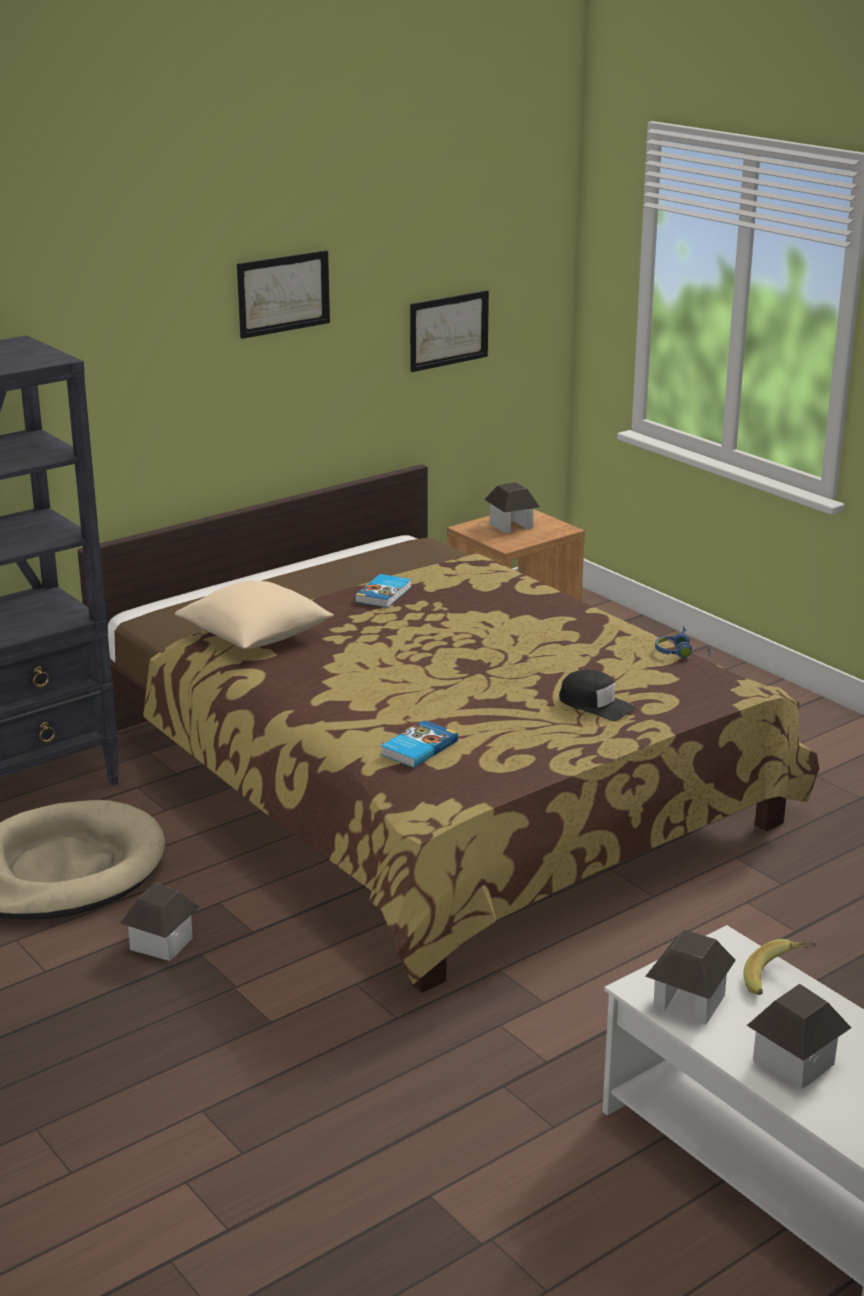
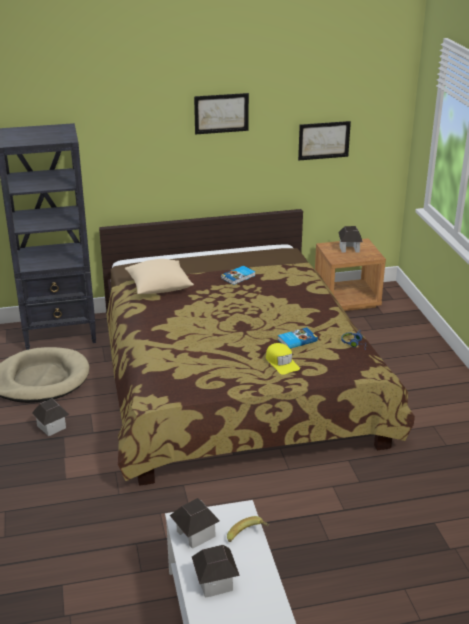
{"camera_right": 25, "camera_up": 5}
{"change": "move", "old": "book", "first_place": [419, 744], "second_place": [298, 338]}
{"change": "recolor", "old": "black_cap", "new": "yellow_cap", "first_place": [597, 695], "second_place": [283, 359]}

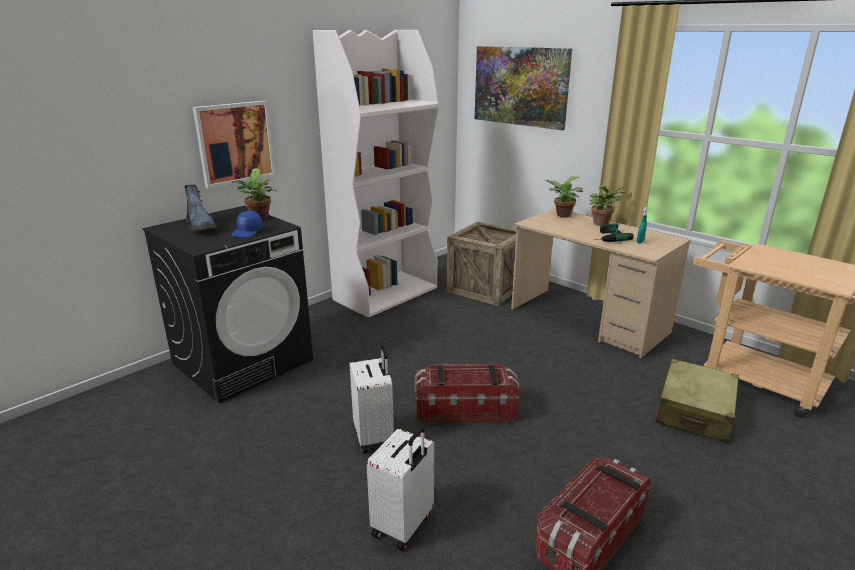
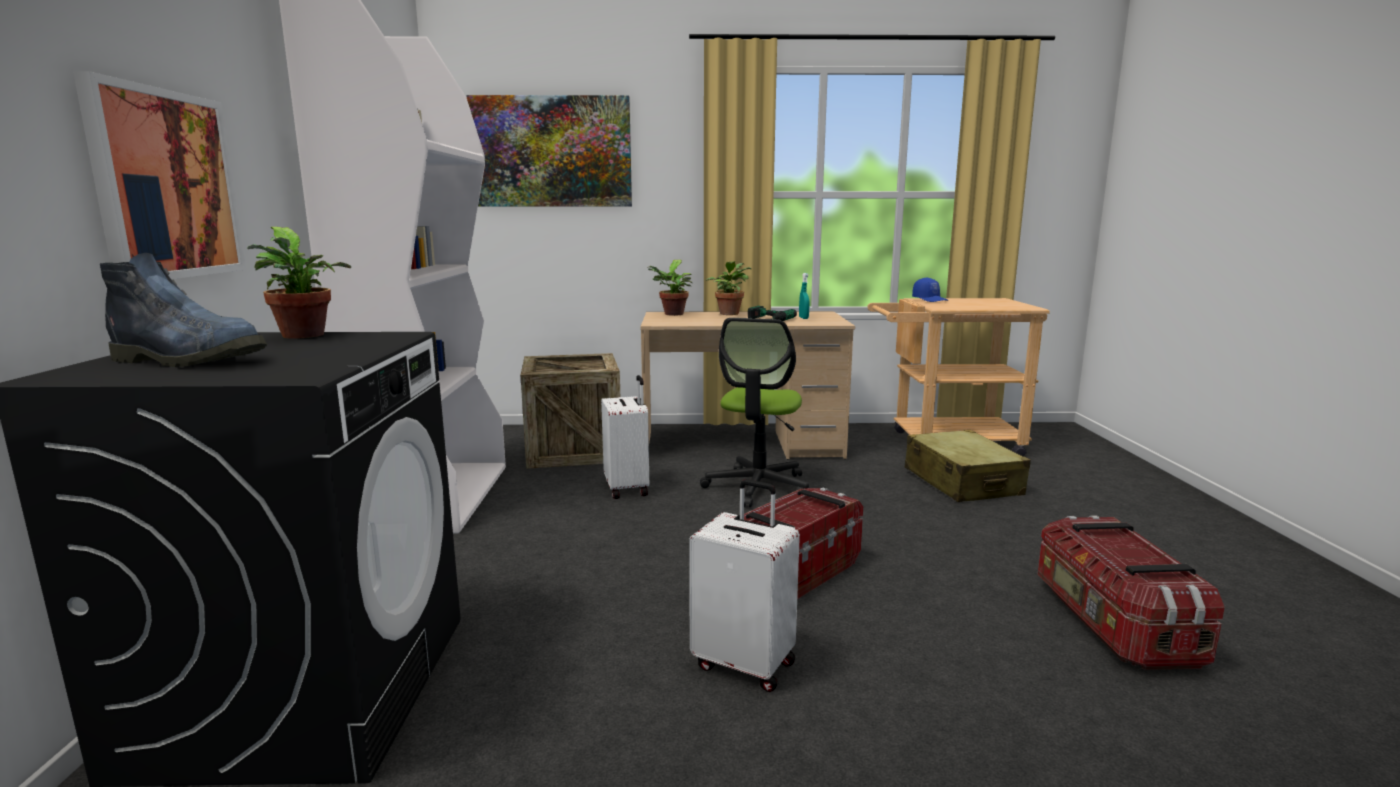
{"camera_right": -45, "camera_up": -10}
{"change": "move", "old": "blue_cap", "first_place": [247, 224], "second_place": [930, 289]}
{"change": "move", "old": "white_suitcase", "first_place": [400, 489], "second_place": [625, 437]}
{"change": "insert", "new": "office_chair", "second_place": [754, 413]}

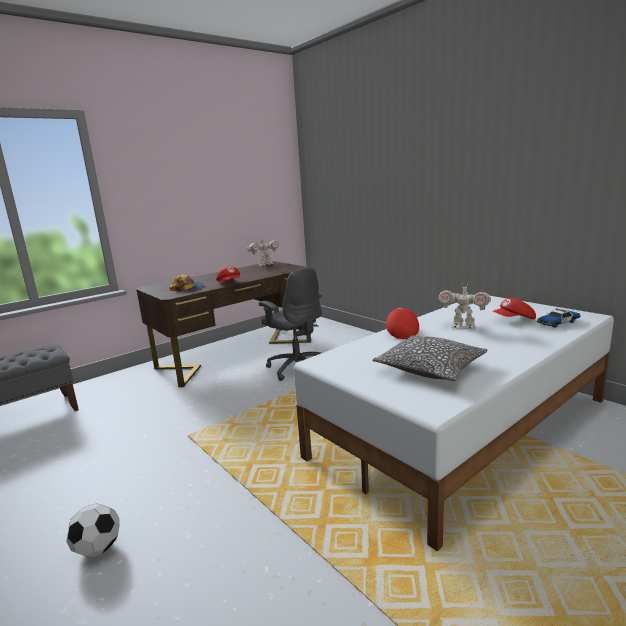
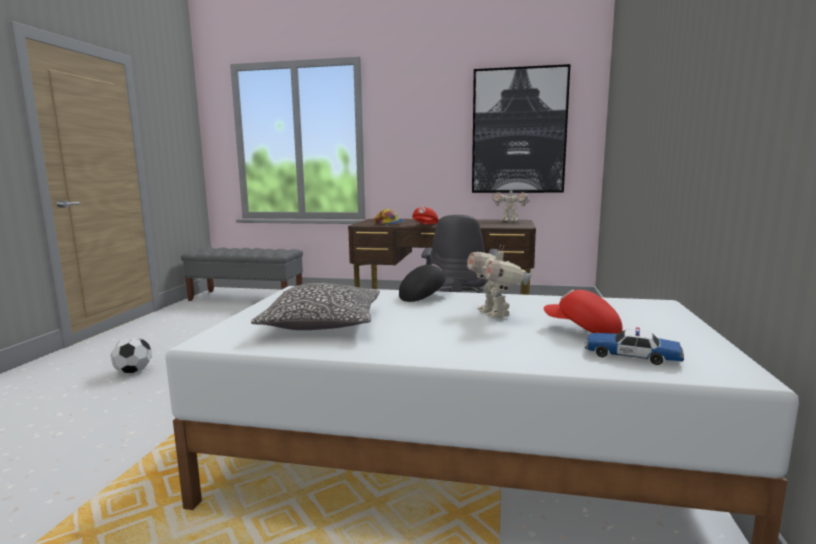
{"camera_right": 50, "camera_up": -5}
{"change": "recolor", "old": "red_cap", "new": "black_cap", "first_place": [402, 323], "second_place": [426, 283]}
{"change": "insert", "new": "picture", "second_place": [521, 128]}

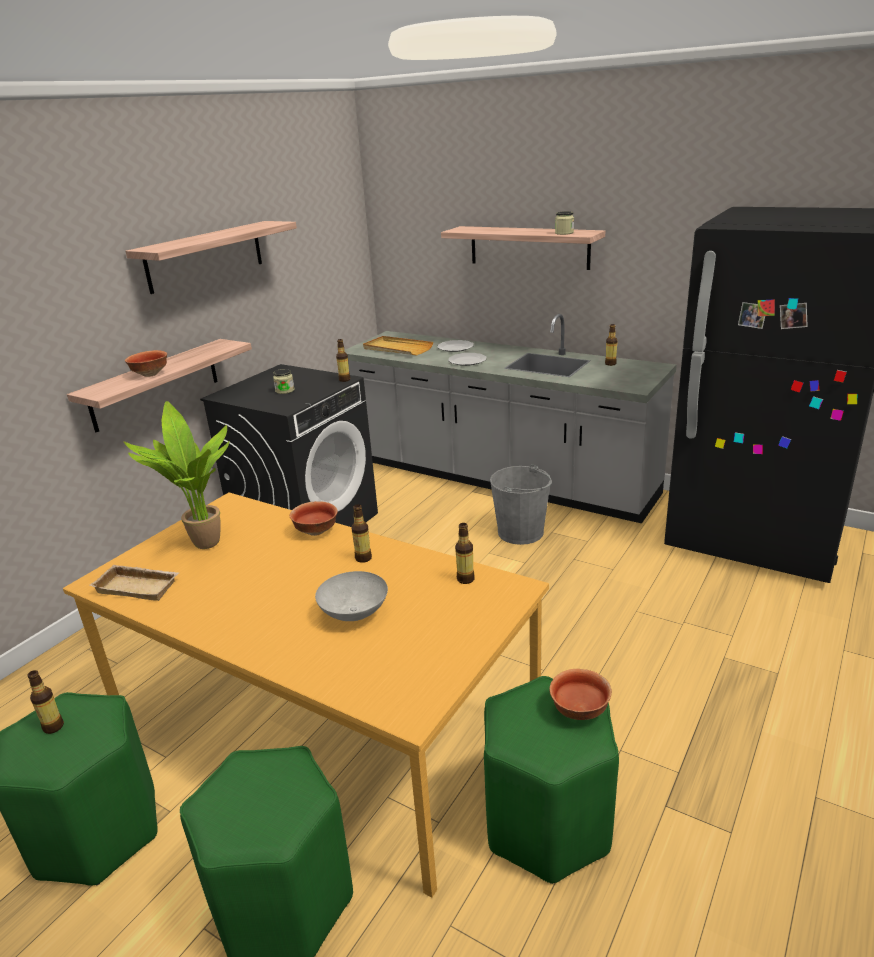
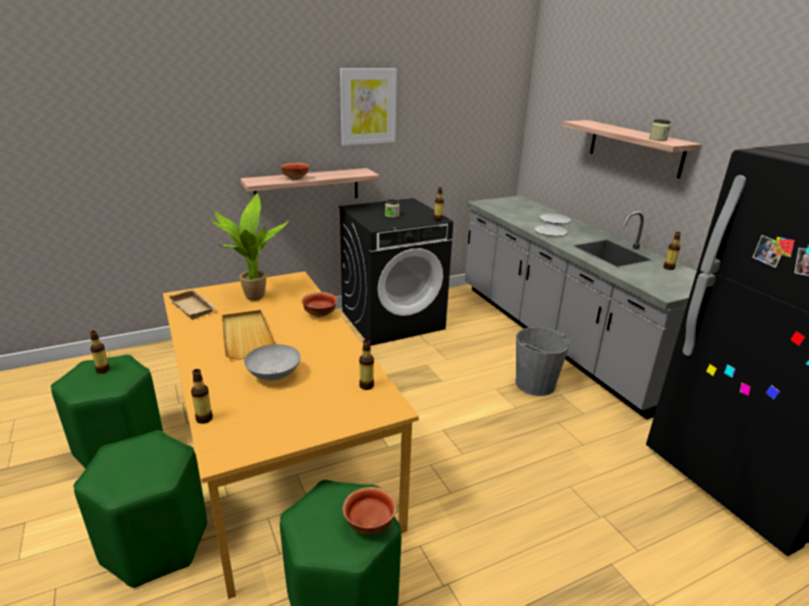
{"camera_right": 30, "camera_up": 0}
{"change": "replace", "old": "shelf", "new": "picture", "first_place": [211, 257], "second_place": [368, 106]}
{"change": "move", "old": "bottle", "first_place": [361, 533], "second_place": [202, 396]}
{"change": "move", "old": "beige_tray", "first_place": [398, 345], "second_place": [248, 335]}

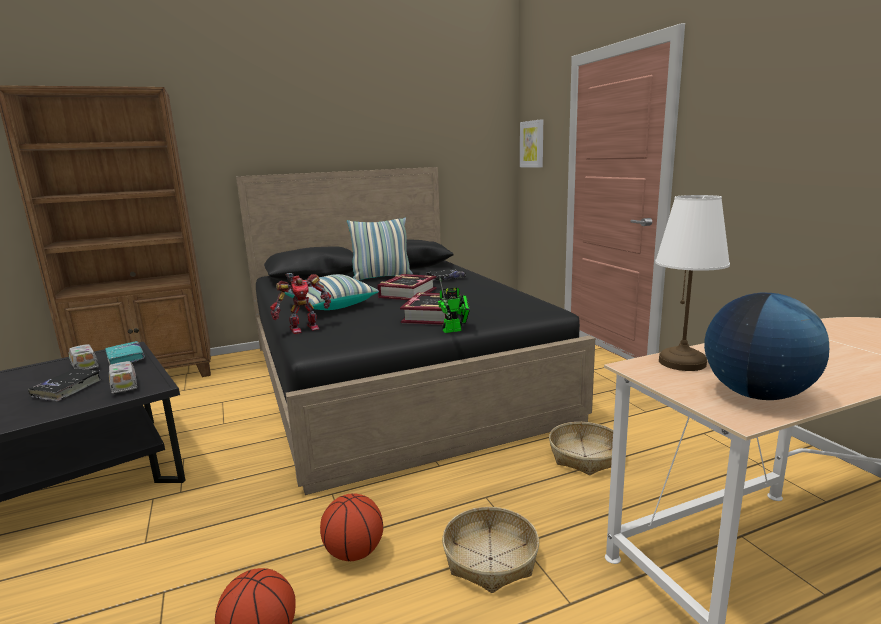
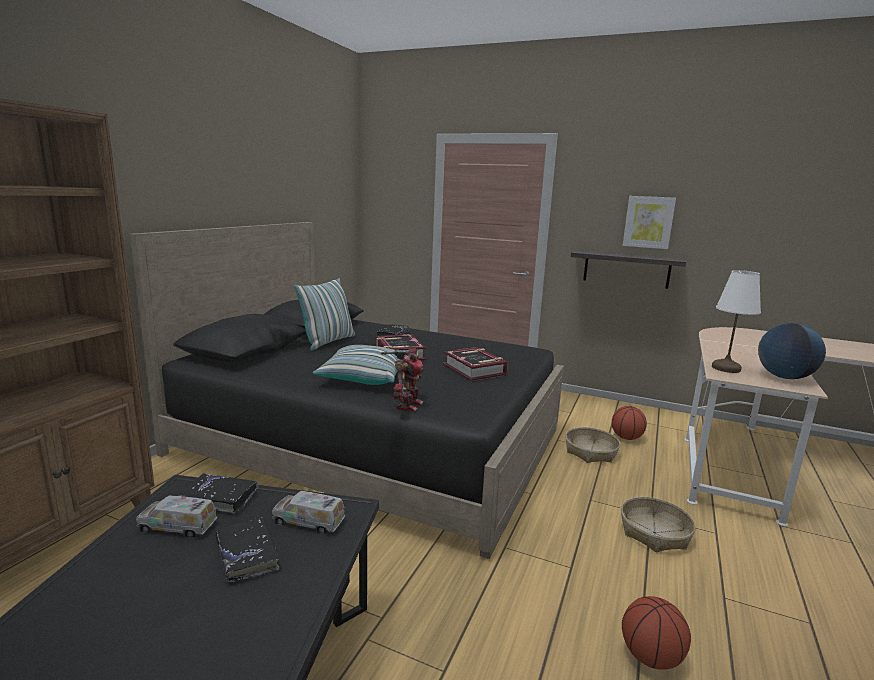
{"camera_right": -45, "camera_up": 0}
{"change": "recolor", "old": "turquoise_book", "new": "black_book", "first_place": [125, 353], "second_place": [218, 493]}
{"change": "move", "old": "basketball", "first_place": [351, 527], "second_place": [629, 423]}
{"change": "delete", "old": "toy_robot", "first_place": [454, 305]}
{"change": "move", "old": "picture", "first_place": [531, 143], "second_place": [649, 222]}
{"change": "insert", "new": "shelf", "second_place": [628, 269]}

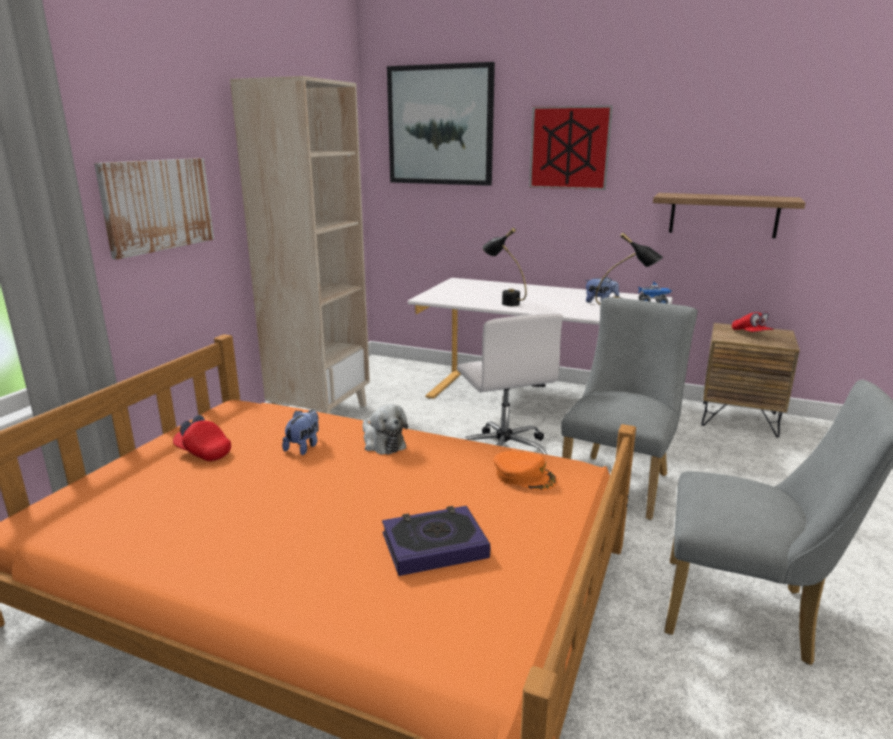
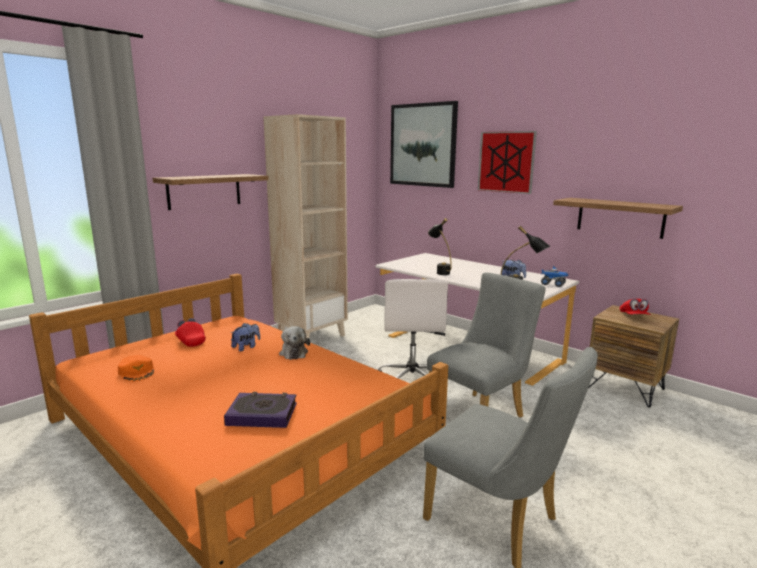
{"camera_right": 20, "camera_up": -5}
{"change": "replace", "old": "picture", "new": "shelf", "first_place": [154, 209], "second_place": [211, 192]}
{"change": "move", "old": "orange_cap", "first_place": [525, 471], "second_place": [135, 368]}

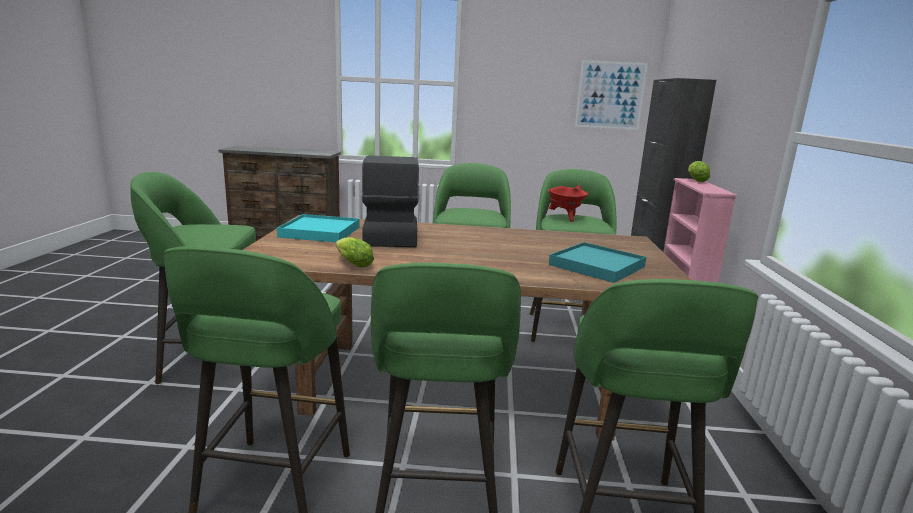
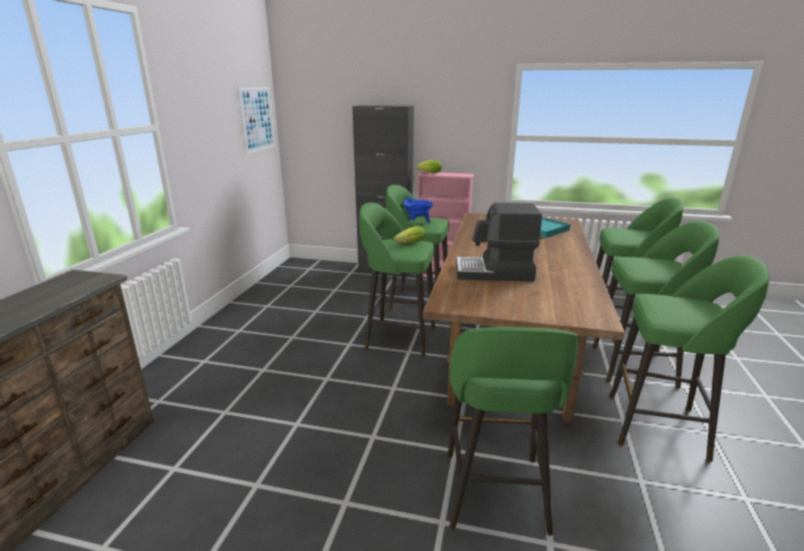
{"camera_right": -80, "camera_up": 5}
{"change": "delete", "old": "turquoise_tray", "first_place": [318, 228]}
{"change": "move", "old": "lettuce", "first_place": [354, 252], "second_place": [409, 234]}
{"change": "recolor", "old": "red_cooking_pot", "new": "blue_cooking_pot", "first_place": [568, 203], "second_place": [418, 209]}

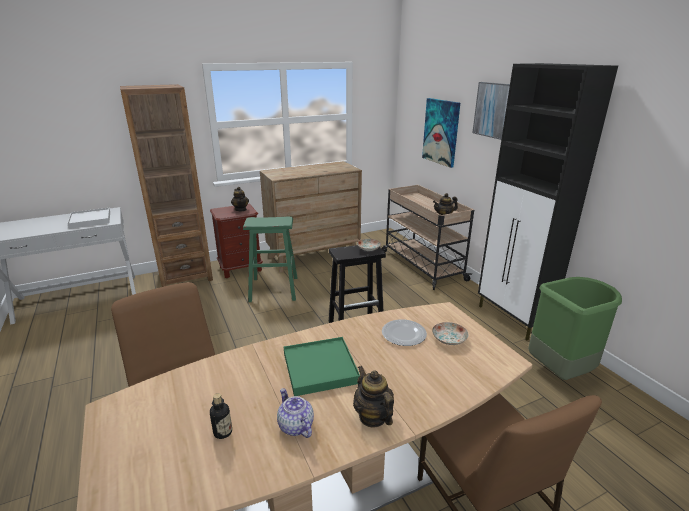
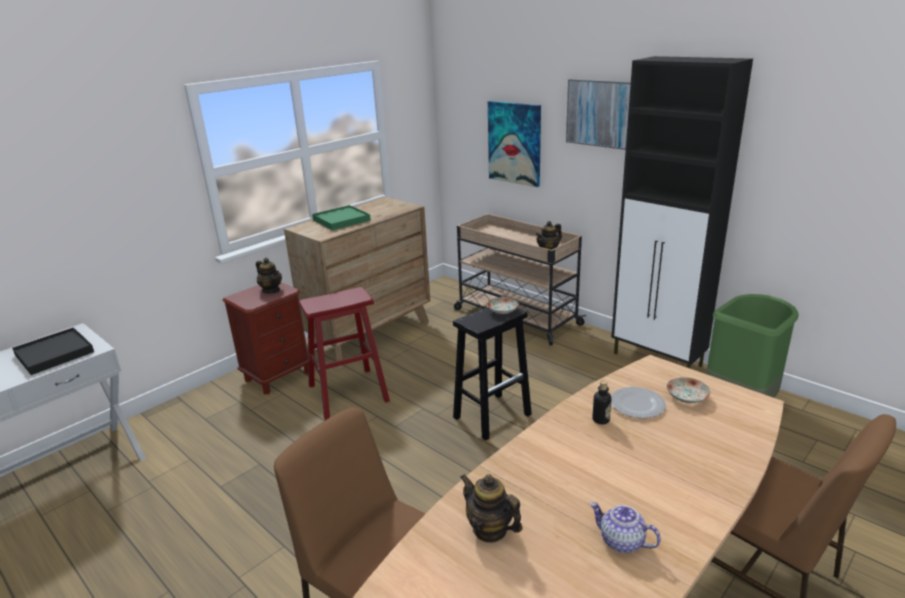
{"camera_right": -20, "camera_up": 0}
{"change": "recolor", "old": "white_tray", "new": "black_tray", "first_place": [88, 218], "second_place": [53, 351]}
{"change": "delete", "old": "brown_bookcase", "first_place": [166, 185]}
{"change": "move", "old": "bottle", "first_place": [221, 416], "second_place": [602, 402]}
{"change": "recolor", "old": "green_stool", "new": "red_stool", "first_place": [270, 259], "second_place": [344, 353]}
{"change": "move", "old": "green_tray", "first_place": [322, 366], "second_place": [341, 217]}
{"change": "move", "old": "teapot", "first_place": [373, 397], "second_place": [491, 508]}

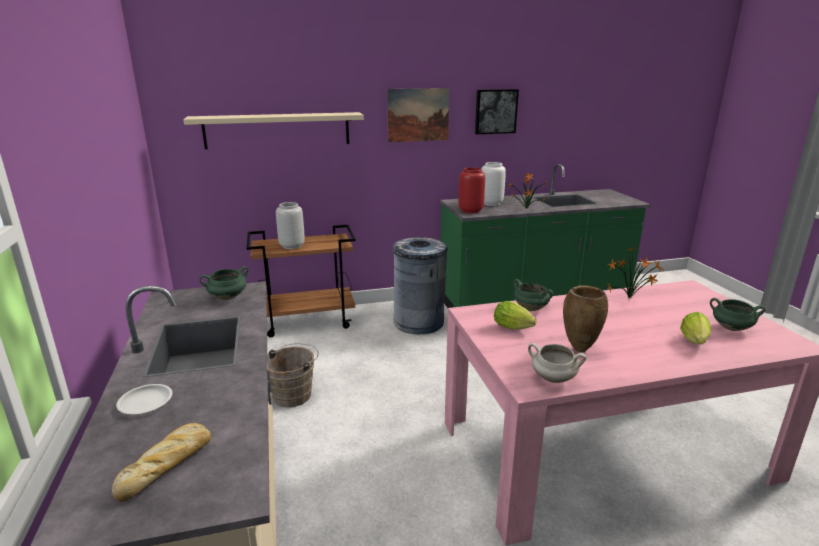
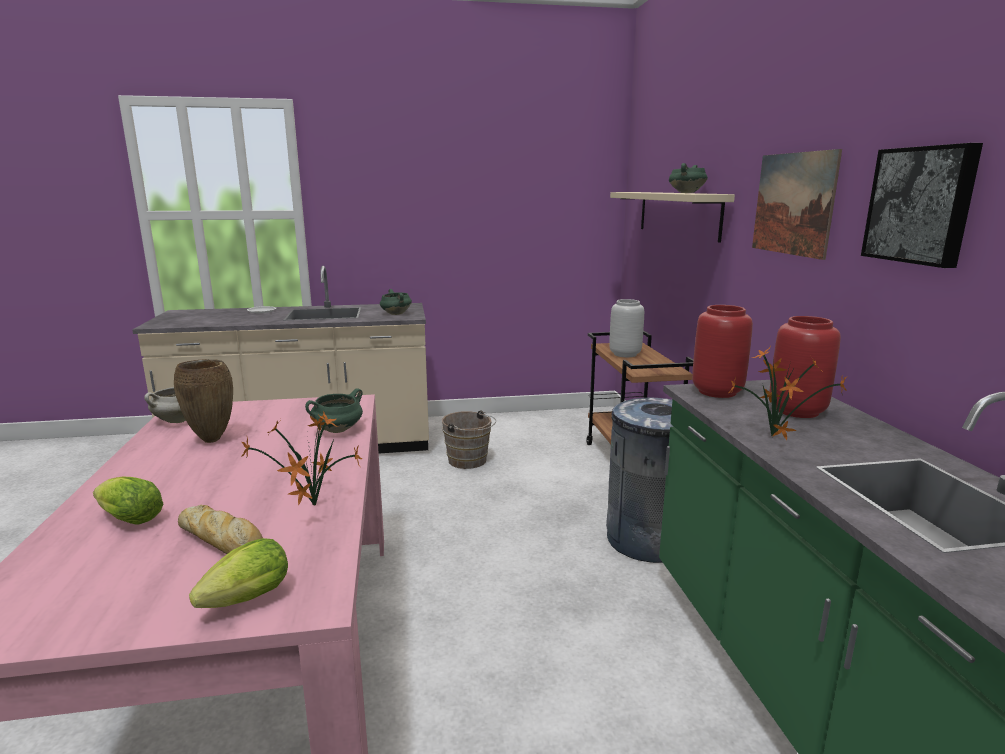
{"camera_right": 95, "camera_up": -5}
{"change": "move", "old": "bread", "first_place": [161, 462], "second_place": [220, 529]}
{"change": "recolor", "old": "white_vase", "new": "red_vase", "first_place": [494, 184], "second_place": [805, 367]}
{"change": "move", "old": "lettuce", "first_place": [515, 315], "second_place": [238, 573]}
{"change": "move", "old": "green_cooking_pot", "first_place": [738, 314], "second_place": [688, 178]}

